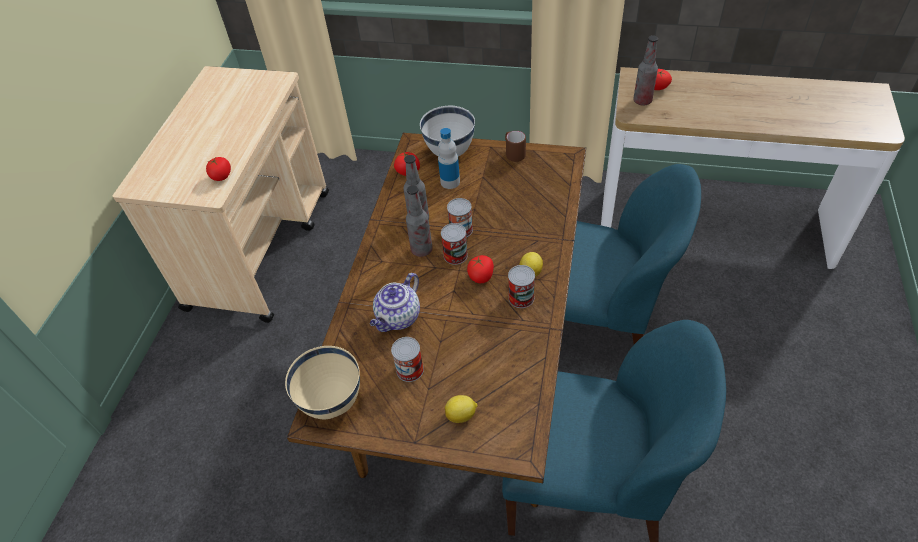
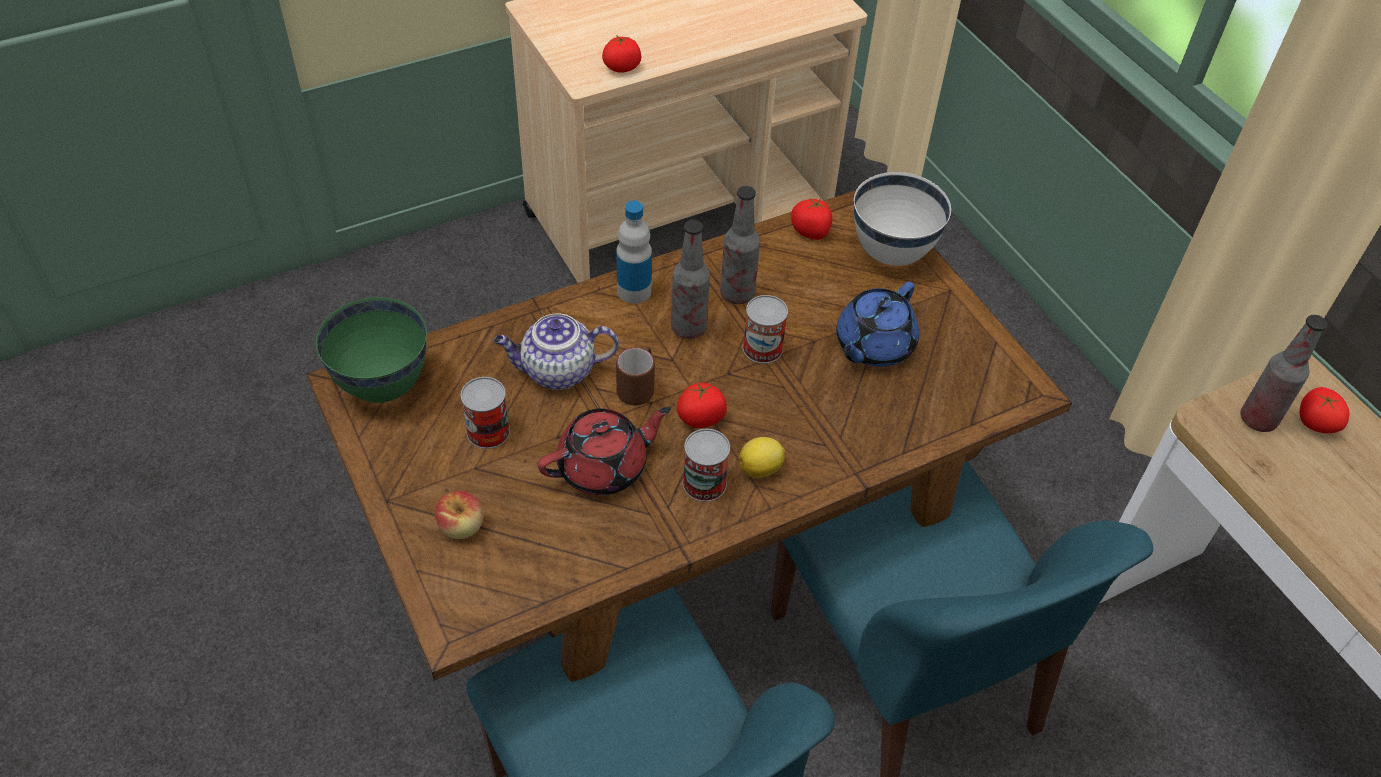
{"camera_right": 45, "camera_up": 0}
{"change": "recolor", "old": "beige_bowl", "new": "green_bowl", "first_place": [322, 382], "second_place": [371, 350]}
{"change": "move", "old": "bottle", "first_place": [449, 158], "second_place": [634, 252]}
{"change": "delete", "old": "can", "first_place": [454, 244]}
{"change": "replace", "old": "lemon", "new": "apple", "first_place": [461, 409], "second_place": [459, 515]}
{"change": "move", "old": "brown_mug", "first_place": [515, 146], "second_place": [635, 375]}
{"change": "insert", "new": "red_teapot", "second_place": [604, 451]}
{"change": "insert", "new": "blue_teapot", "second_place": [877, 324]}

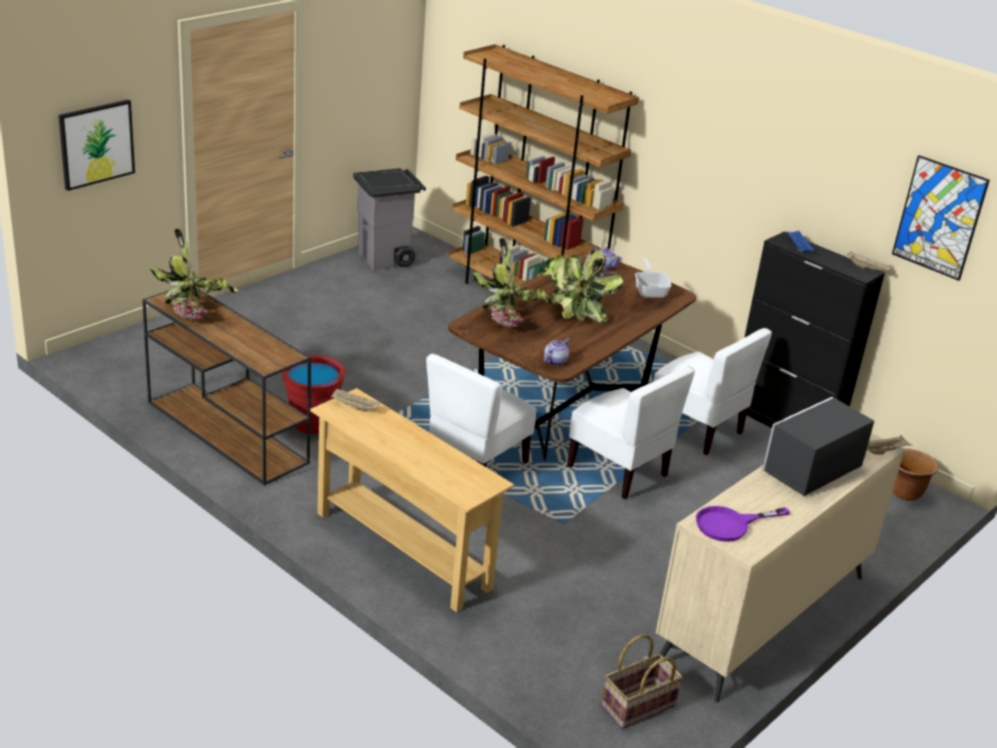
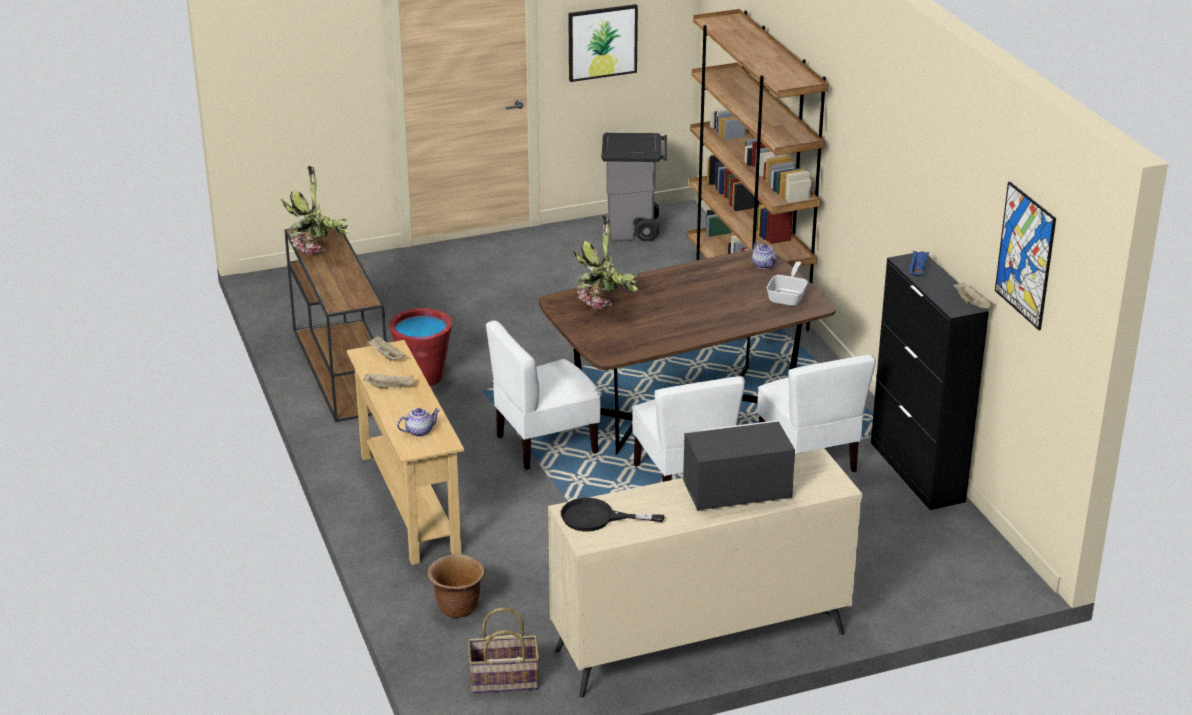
{"camera_right": 30, "camera_up": 0}
{"change": "move", "old": "picture", "first_place": [97, 145], "second_place": [603, 43]}
{"change": "delete", "old": "potted_plant", "first_place": [582, 287]}
{"change": "move", "old": "teapot", "first_place": [557, 352], "second_place": [418, 422]}
{"change": "recolor", "old": "purple_frying_pan", "new": "black_frying_pan", "first_place": [743, 524], "second_place": [613, 515]}
{"change": "move", "old": "beige_tray", "first_place": [890, 445], "second_place": [388, 381]}
{"change": "move", "old": "brown_planter", "first_place": [915, 474], "second_place": [456, 586]}

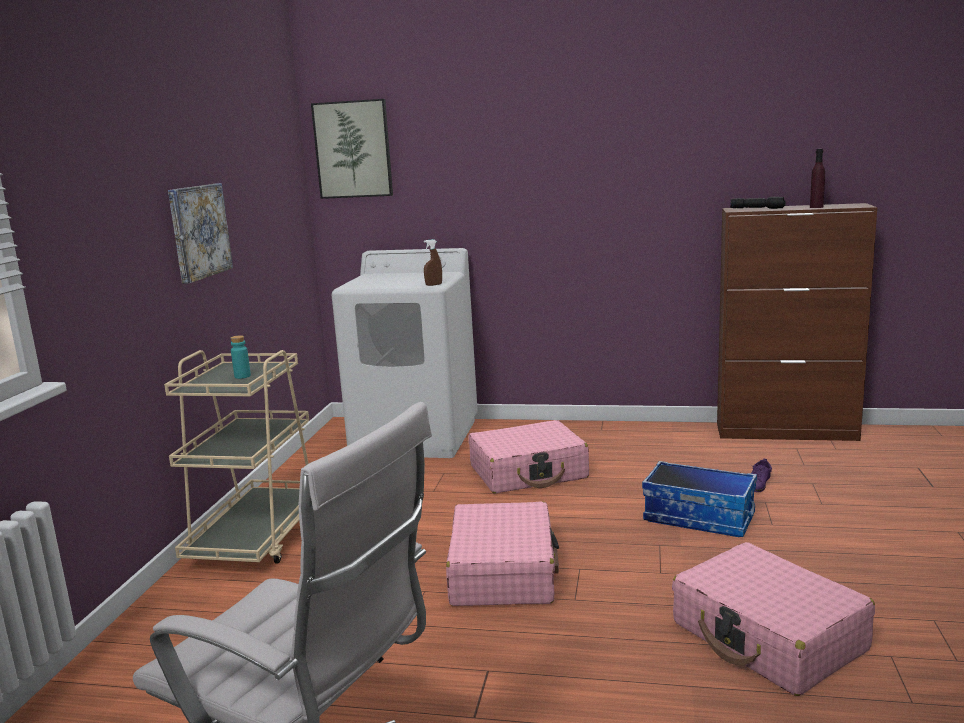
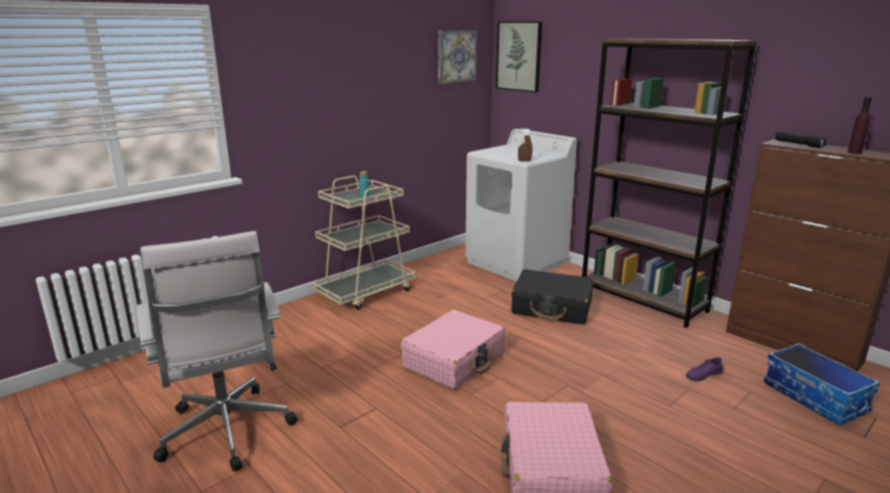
{"camera_right": 35, "camera_up": 5}
{"change": "move", "old": "picture", "first_place": [200, 233], "second_place": [457, 57]}
{"change": "recolor", "old": "pink_suitcase", "new": "black_suitcase", "first_place": [528, 456], "second_place": [552, 297]}
{"change": "move", "old": "storage_box", "first_place": [699, 499], "second_place": [822, 384]}
{"change": "insert", "new": "brown_bookcase", "second_place": [670, 183]}

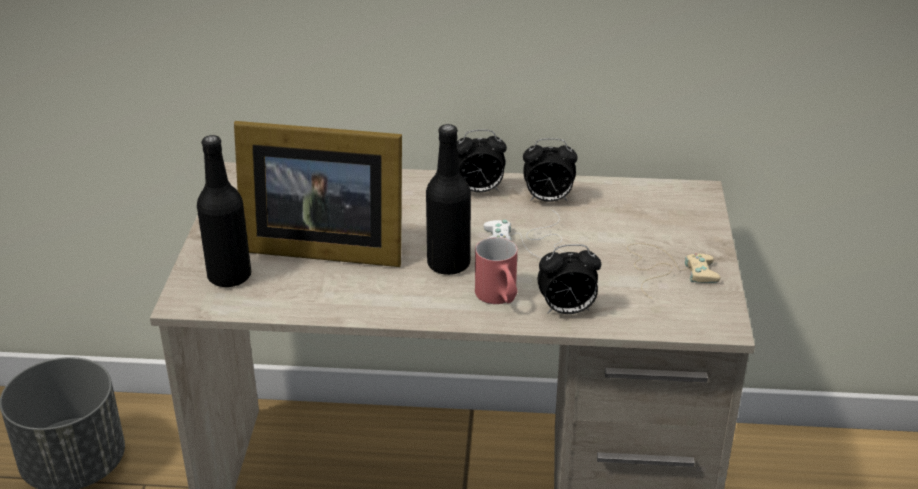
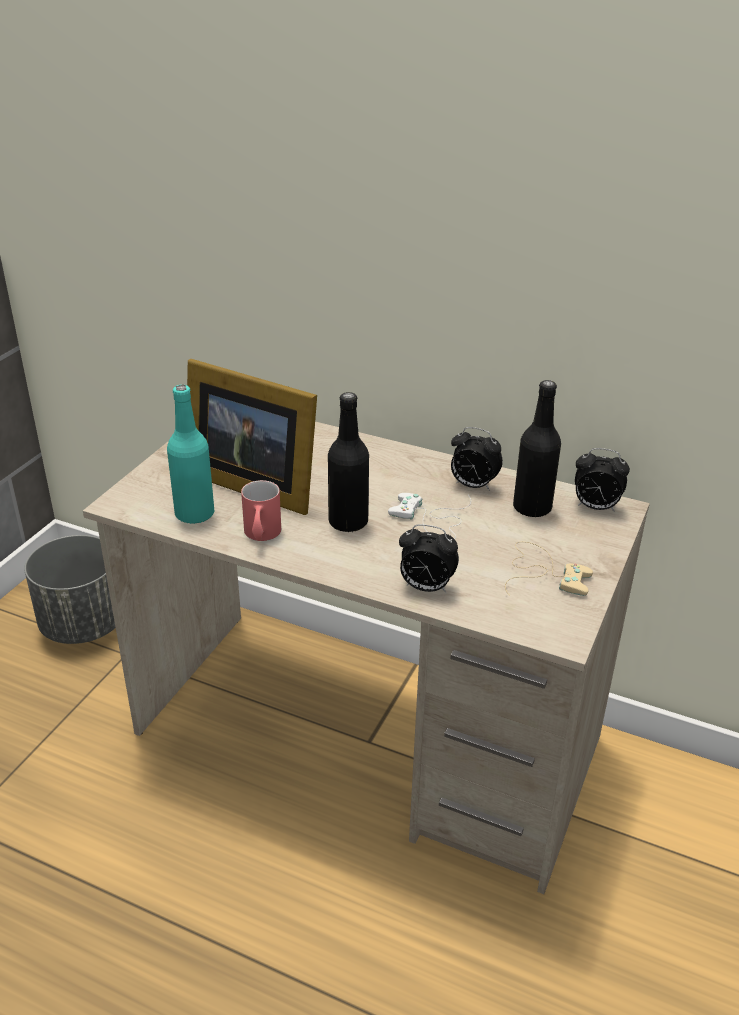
{"camera_right": 20, "camera_up": 0}
{"change": "move", "old": "black_bottle", "first_place": [224, 211], "second_place": [537, 449]}
{"change": "move", "old": "alarm_clock", "first_place": [482, 161], "second_place": [602, 480]}
{"change": "move", "old": "red_mug", "first_place": [496, 270], "second_place": [261, 510]}
{"change": "insert", "new": "turquoise_bottle", "second_place": [190, 454]}

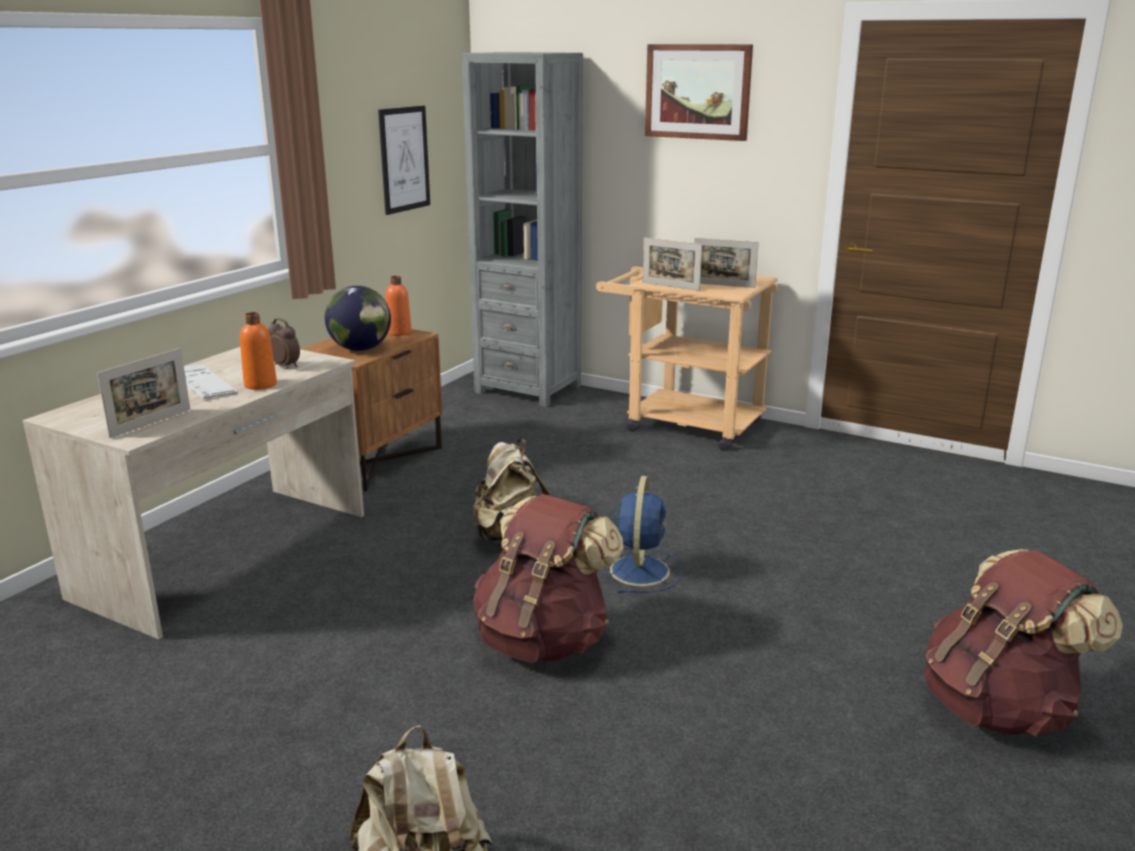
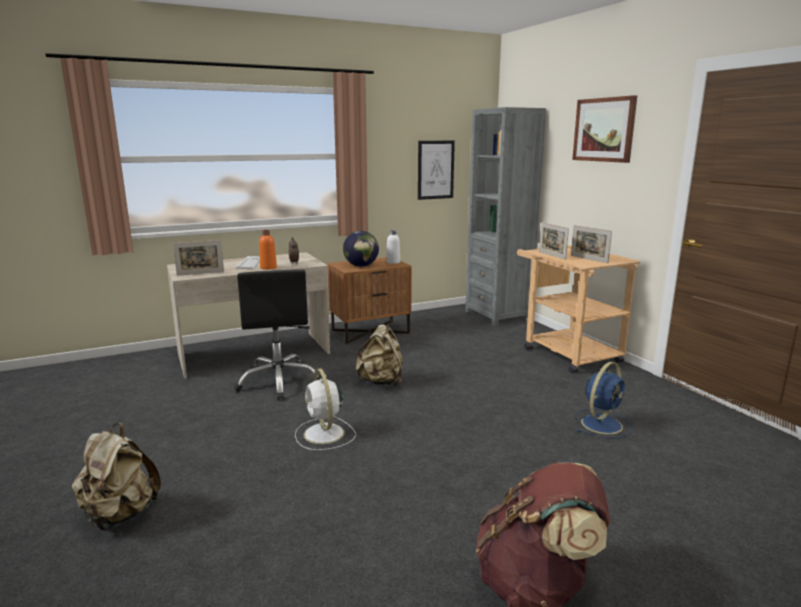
{"camera_right": 35, "camera_up": -5}
{"change": "recolor", "old": "orange_bottle", "new": "white_bottle", "first_place": [398, 306], "second_place": [393, 247]}
{"change": "replace", "old": "brown_backpack", "new": "white_fan", "first_place": [548, 578], "second_place": [325, 409]}
{"change": "move", "old": "blue_fan", "first_place": [641, 534], "second_place": [604, 400]}
{"change": "insert", "new": "black_office_chair", "second_place": [278, 334]}

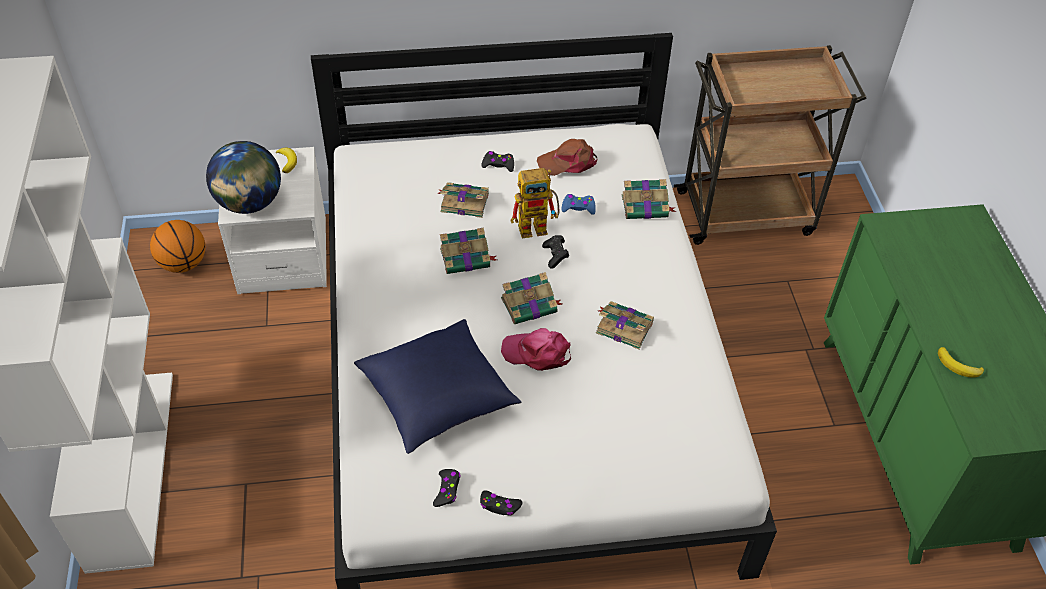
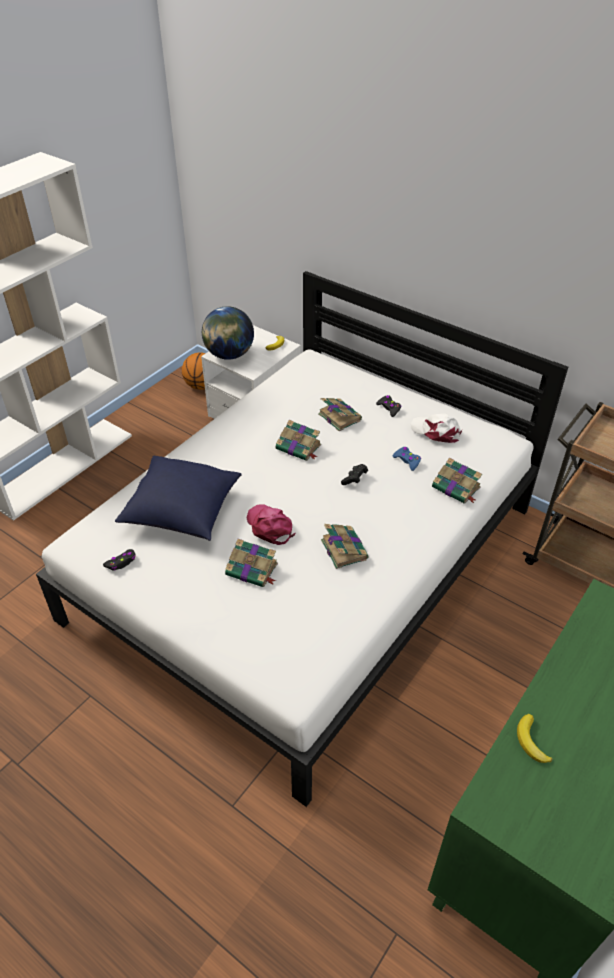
{"camera_right": 45, "camera_up": -5}
{"change": "delete", "old": "black_game_controller", "first_place": [501, 503]}
{"change": "move", "old": "book", "first_place": [531, 298], "second_place": [251, 563]}
{"change": "delete", "old": "toy_robot", "first_place": [535, 203]}
{"change": "recolor", "old": "brown_cap", "new": "white_cap", "first_place": [567, 157], "second_place": [436, 428]}

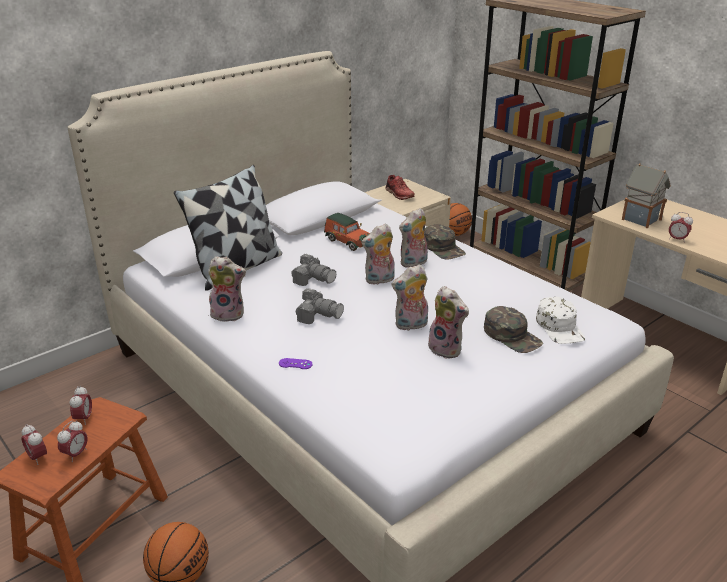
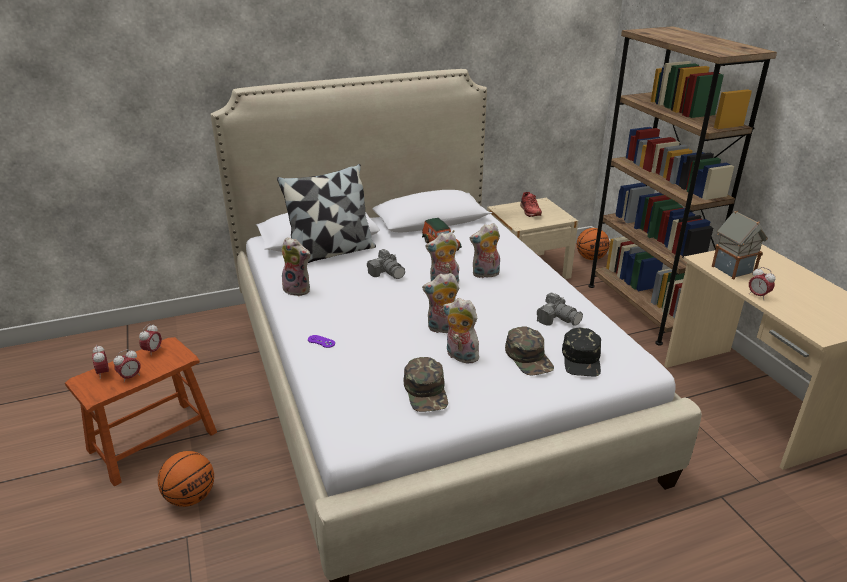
{"camera_right": 20, "camera_up": 0}
{"change": "move", "old": "photo_camera", "first_place": [320, 306], "second_place": [560, 309]}
{"change": "move", "old": "green_cap", "first_place": [445, 242], "second_place": [426, 384]}
{"change": "rotate", "old": "plush_toy", "first_place": [448, 322], "second_place": [462, 331], "degrees": 150}
{"change": "recolor", "old": "white_cap", "new": "black_cap", "first_place": [560, 320], "second_place": [581, 352]}

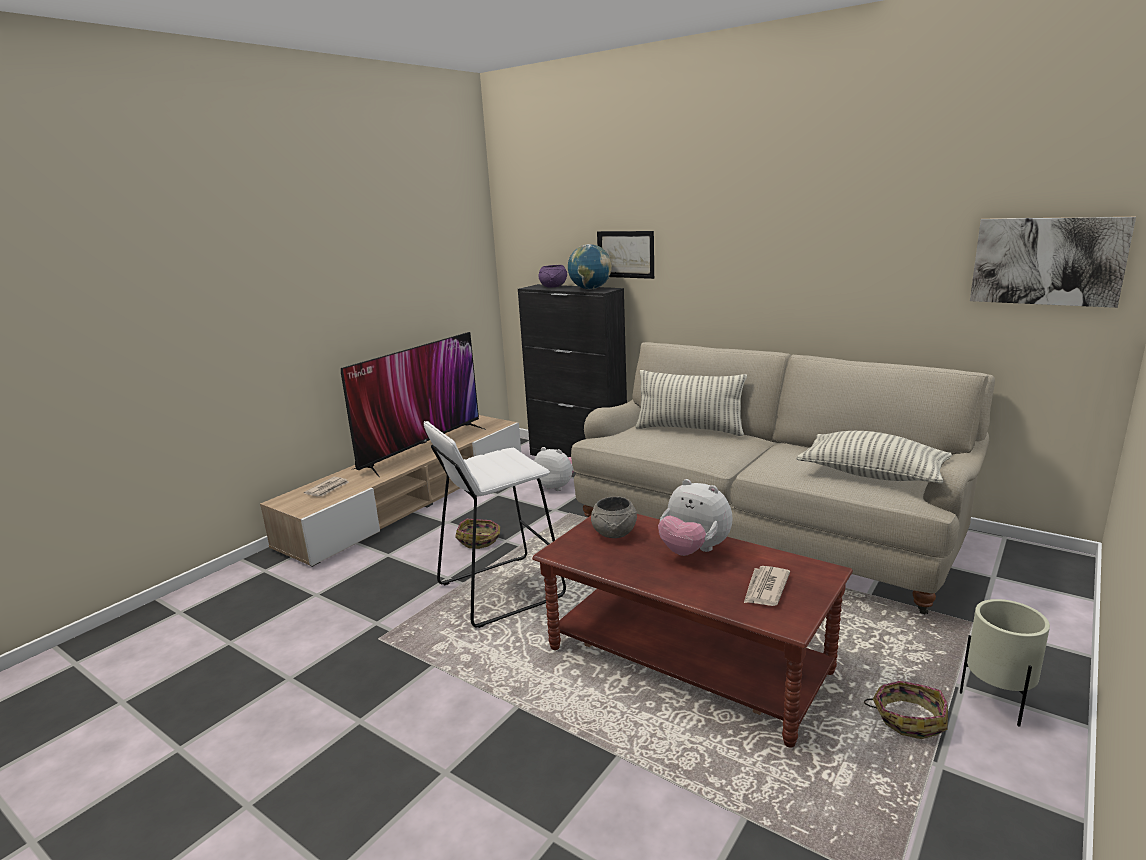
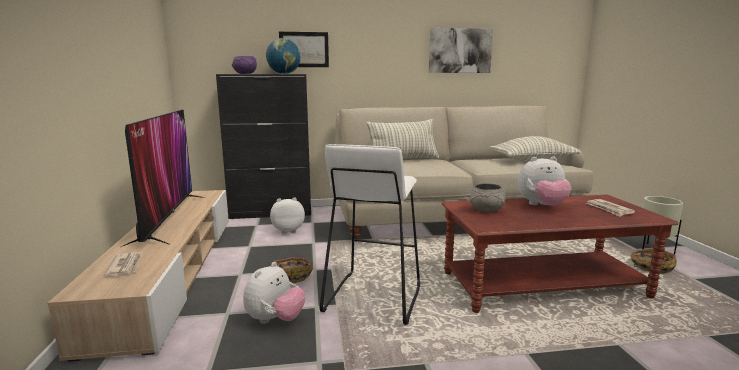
{"camera_right": -45, "camera_up": -5}
{"change": "move", "old": "picture", "first_place": [1053, 262], "second_place": [461, 50]}
{"change": "insert", "new": "plush_toy", "second_place": [274, 293]}

